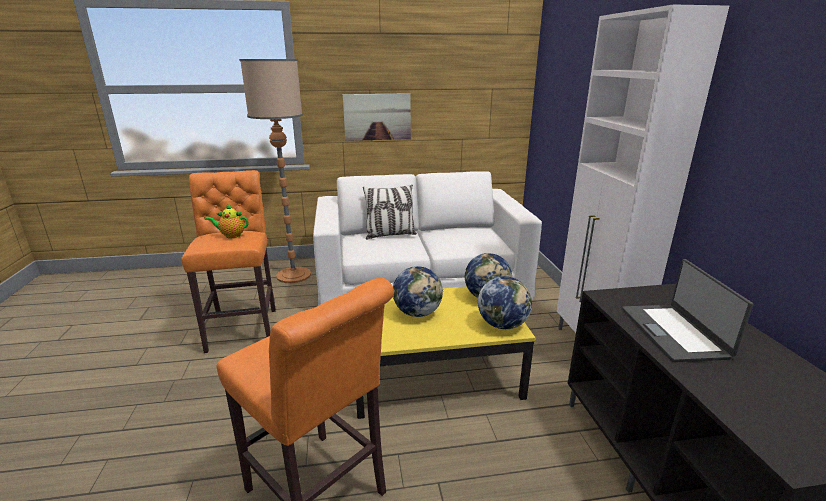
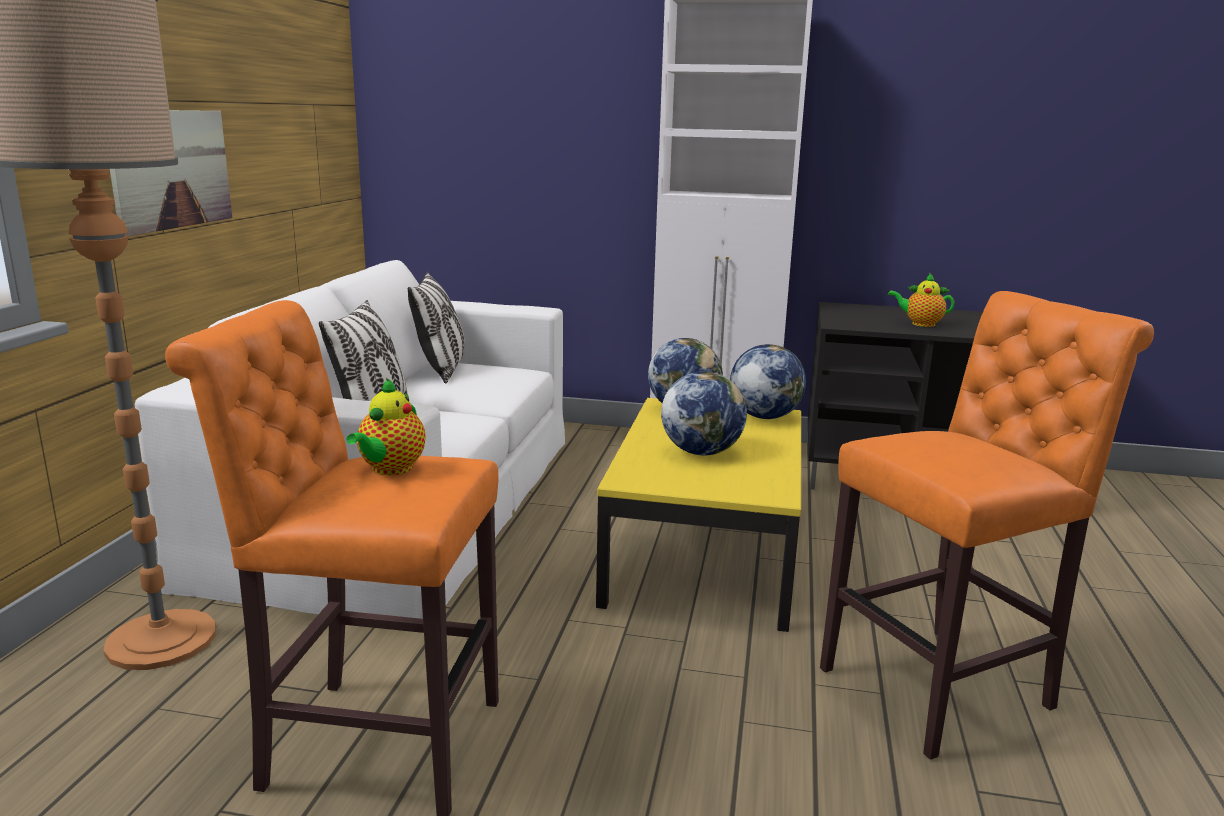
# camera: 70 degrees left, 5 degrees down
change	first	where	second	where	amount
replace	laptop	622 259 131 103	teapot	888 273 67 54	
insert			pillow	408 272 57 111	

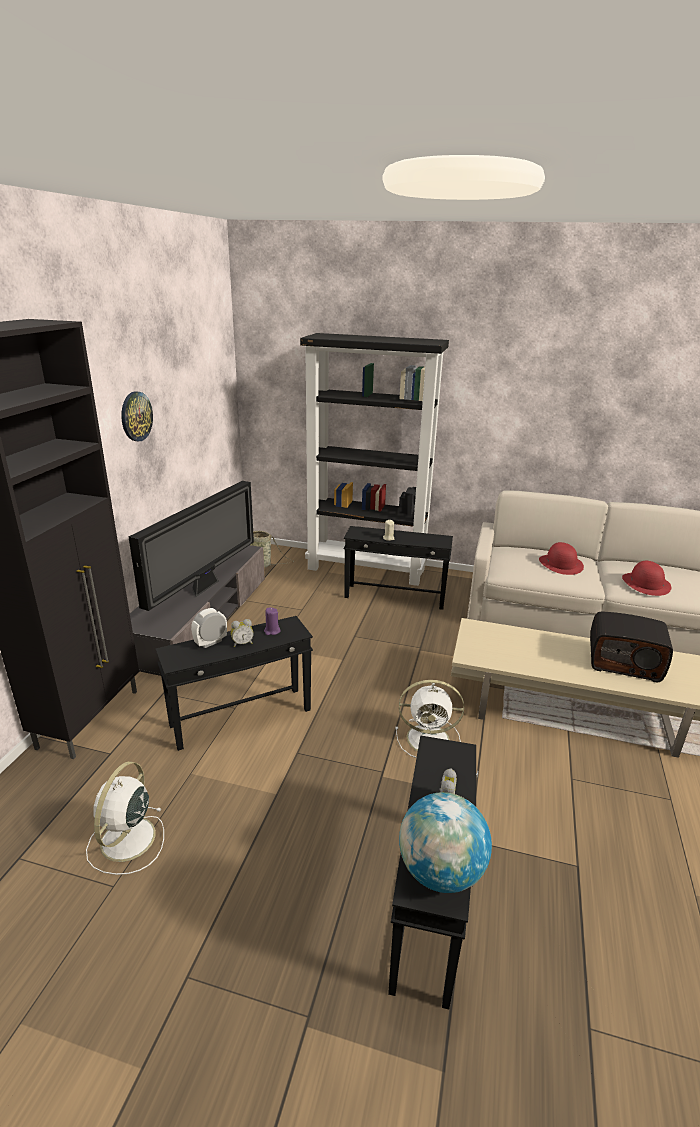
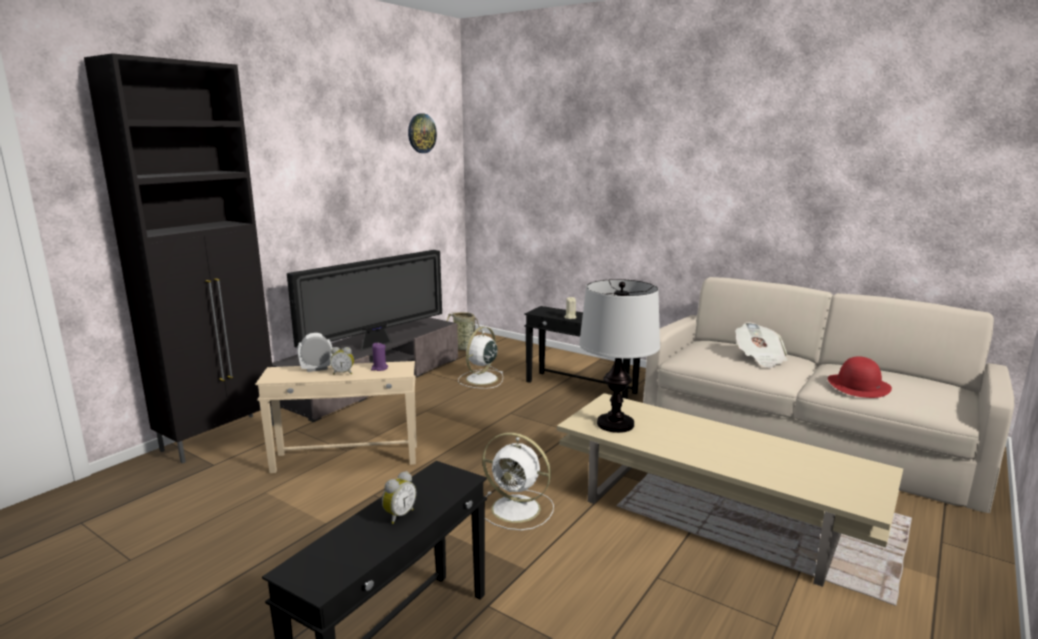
# camera: 20 degrees right, 10 degrees down
change	first	where	second	where	amount
delete	bookcase (black)	300 333 149 253			
move	wall clock	121 391 32 50		408 113 29 40	
replace	hat (red)	539 542 45 33	newspaper	735 322 53 46	
delete	radio	590 612 83 70			
recolor	side table (black)	156 616 157 135	side table (beige)	255 361 162 112	
move	fan (white)	86 762 78 113		458 326 45 63	
delete	globe	399 792 93 101			
insert			table lamp	579 279 81 154	

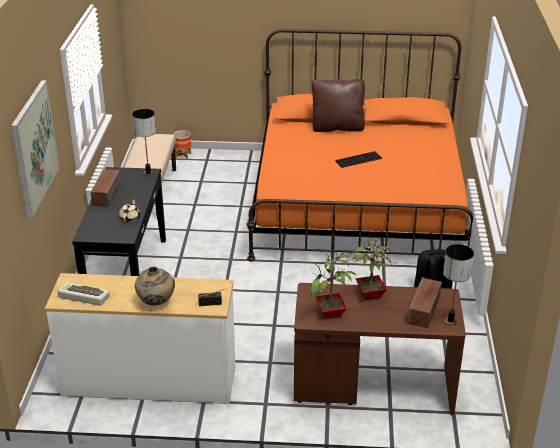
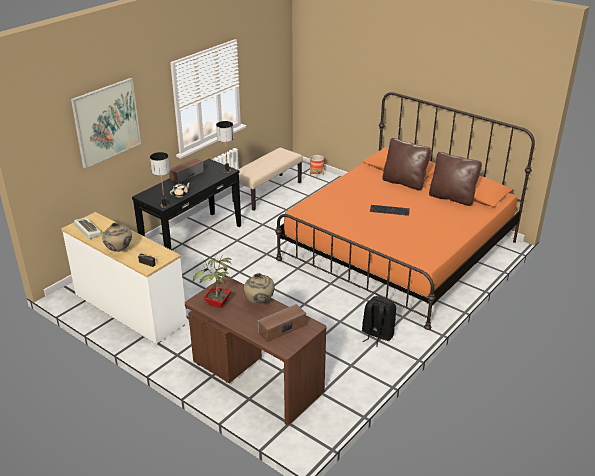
# camera: 35 degrees right, 0 degrees up
change	first	where	second	where	amount
replace	potted plant	351 233 41 67	vase (beige)	243 273 32 31	
move	table lamp	443 244 31 82		150 152 20 56	
insert			pillow (brown)	429 152 53 54	

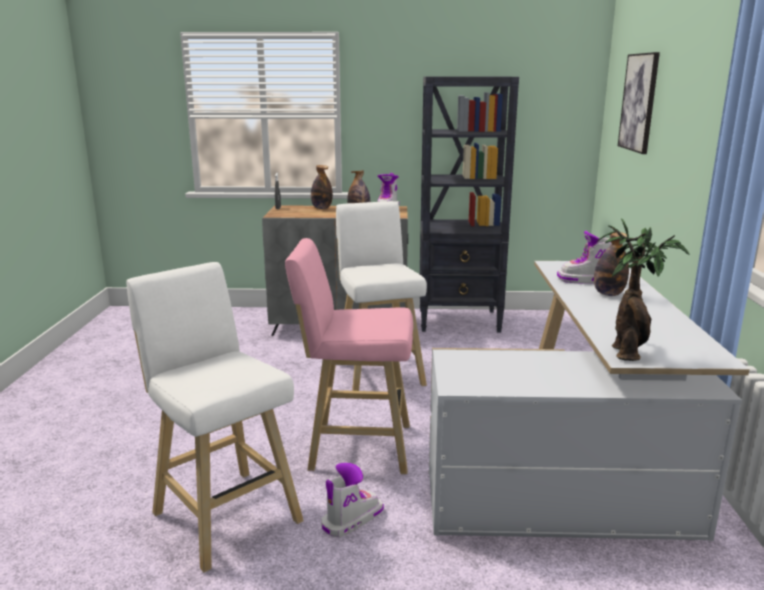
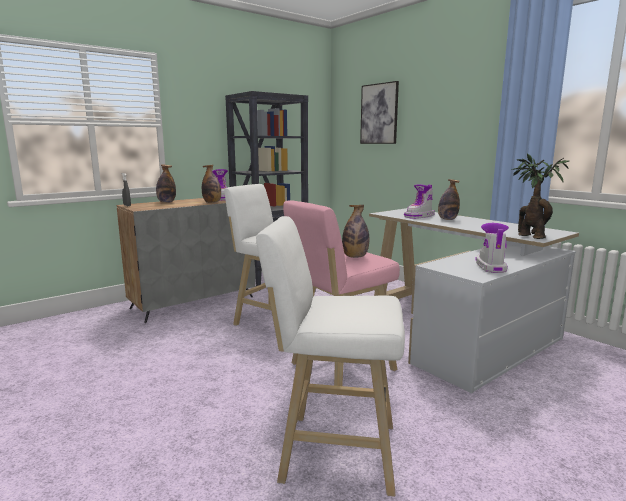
# camera: 40 degrees left, 5 degrees down
change	first	where	second	where	amount
move	boot	321 463 63 74		475 223 34 50	
insert			bottle	342 205 28 53	

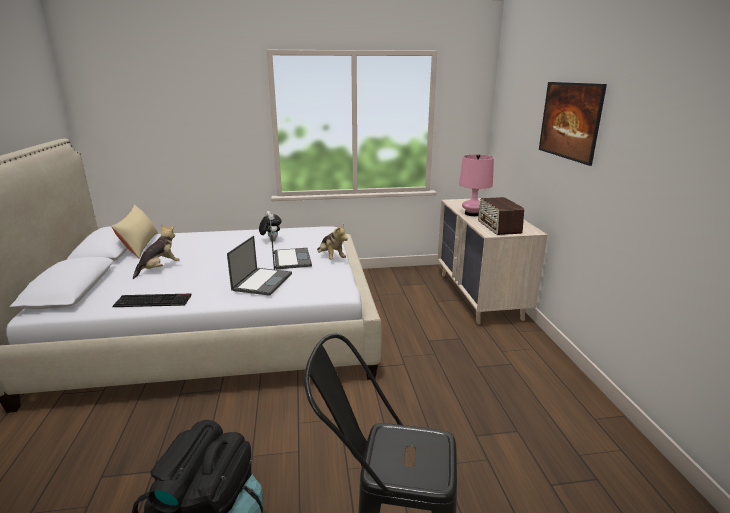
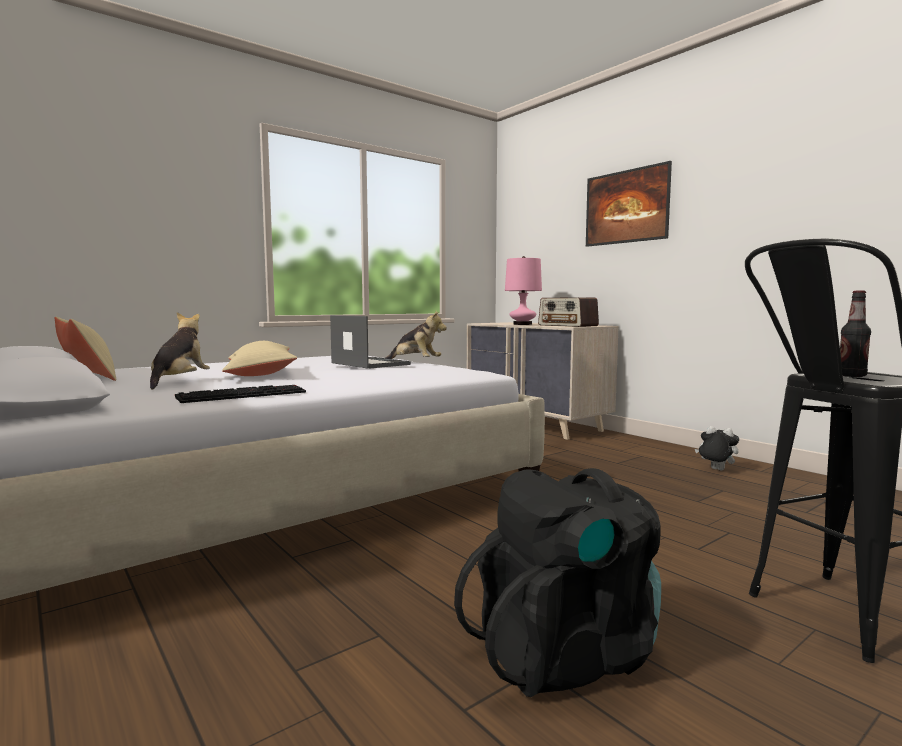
# camera: 30 degrees left, 15 degrees down
change	first	where	second	where	amount
move	plush toy	259 211 23 30		695 426 44 44	
delete	laptop	227 236 65 60			
insert			bottle	840 291 31 86	
insert			pillow (beige)	222 341 75 35	

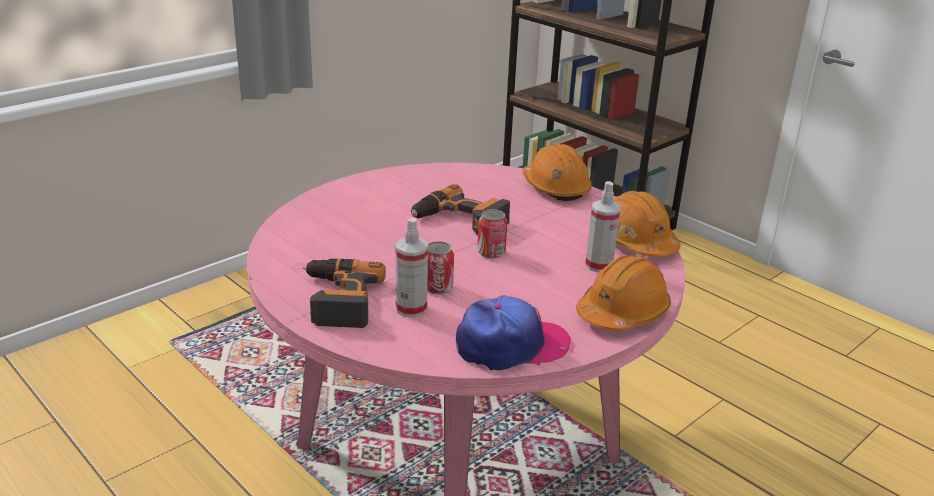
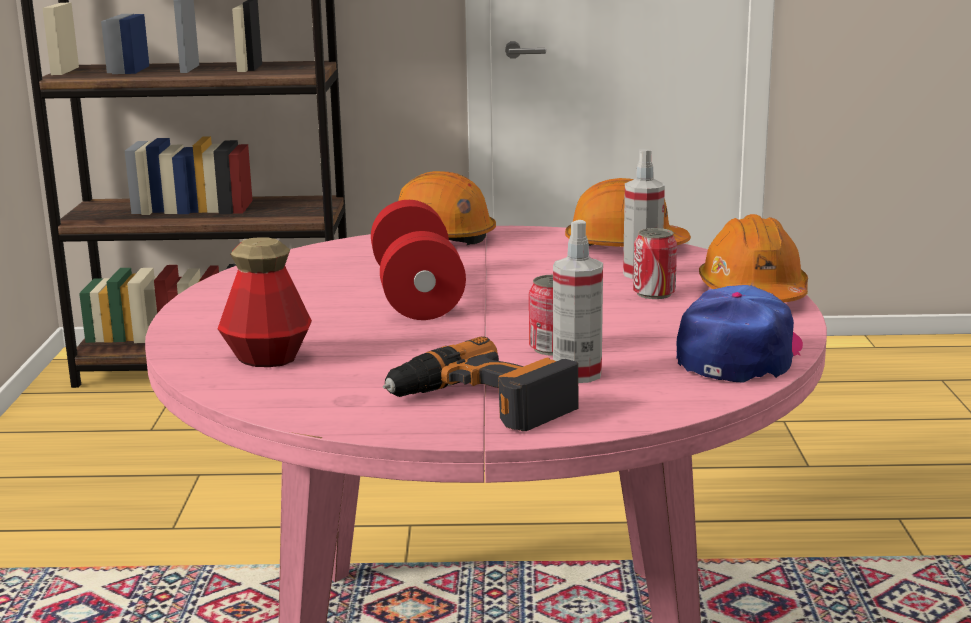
# camera: 45 degrees left, 10 degrees down
change	first	where	second	where	amount
replace	power drill	411 184 99 51	dumbbell (red)	371 200 95 120	
move	can	477 209 31 50		633 228 44 71	
insert			bottle	218 237 94 130	

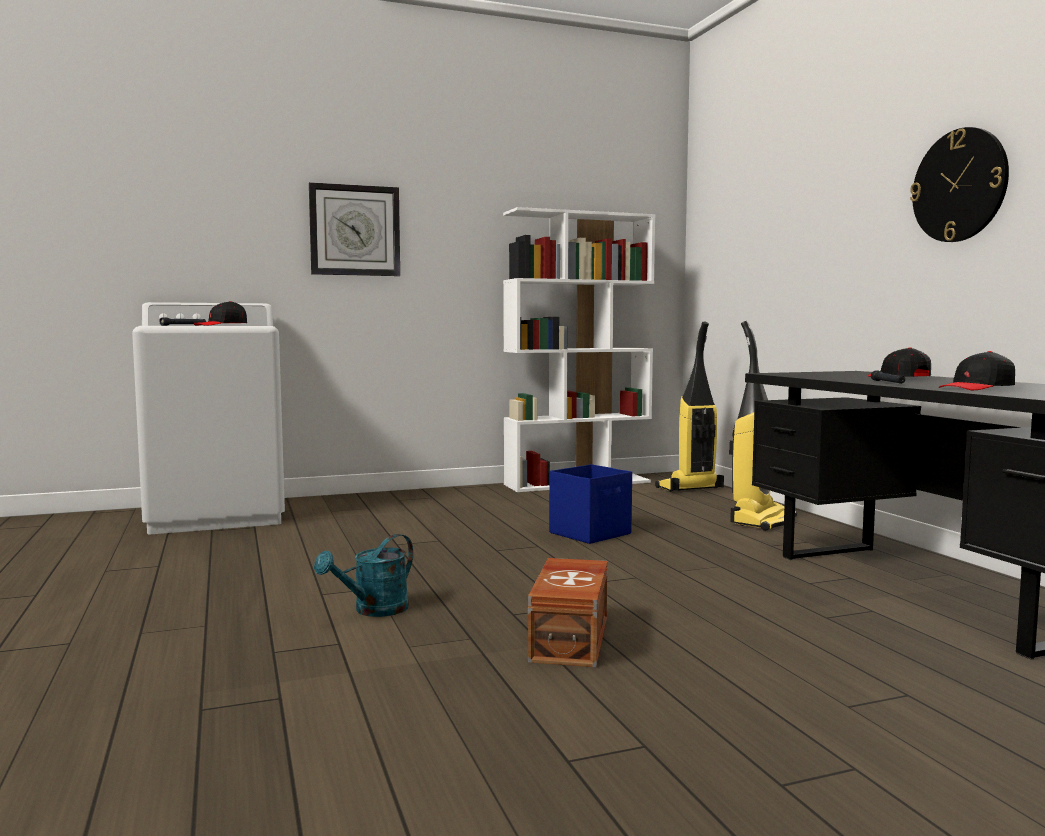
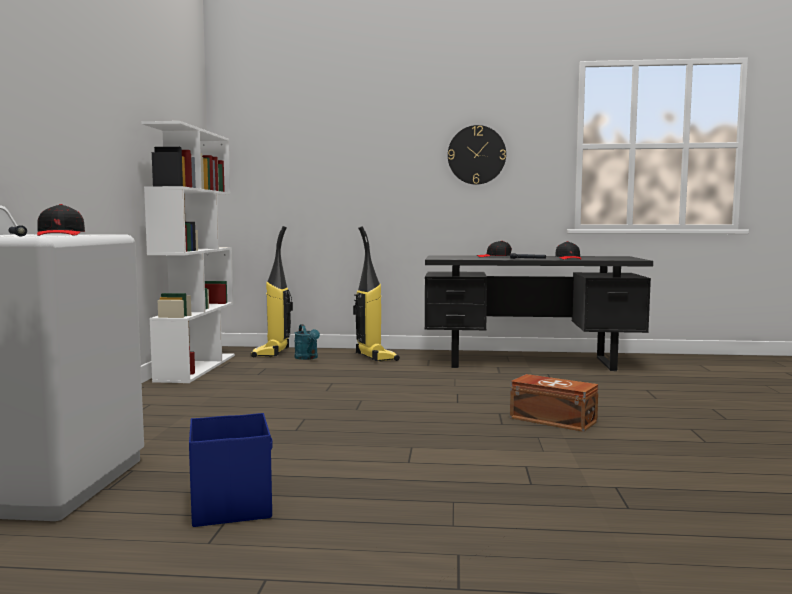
# camera: 65 degrees left, 0 degrees up
change	first	where	second	where	amount
delete	wall clock	309 182 91 94			
move	storage box (blue)	549 464 83 80		189 413 84 114	
move	watering can (turquoise)	314 534 99 83		294 324 26 36	

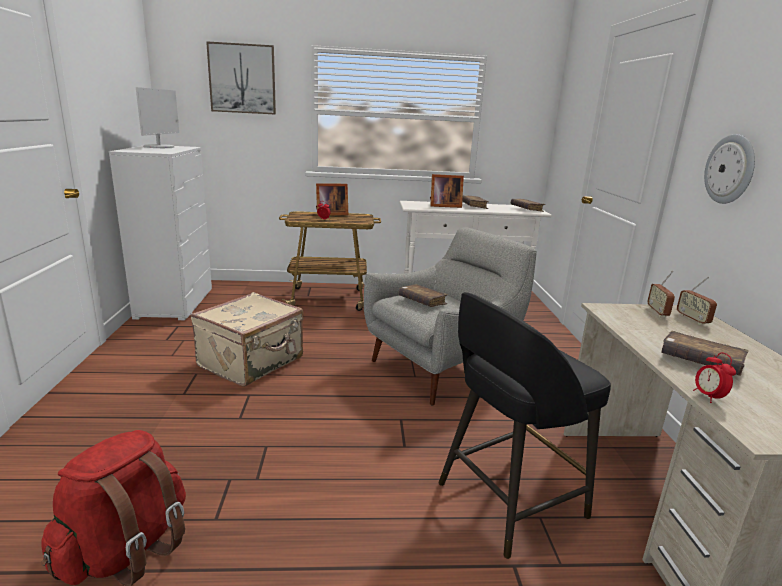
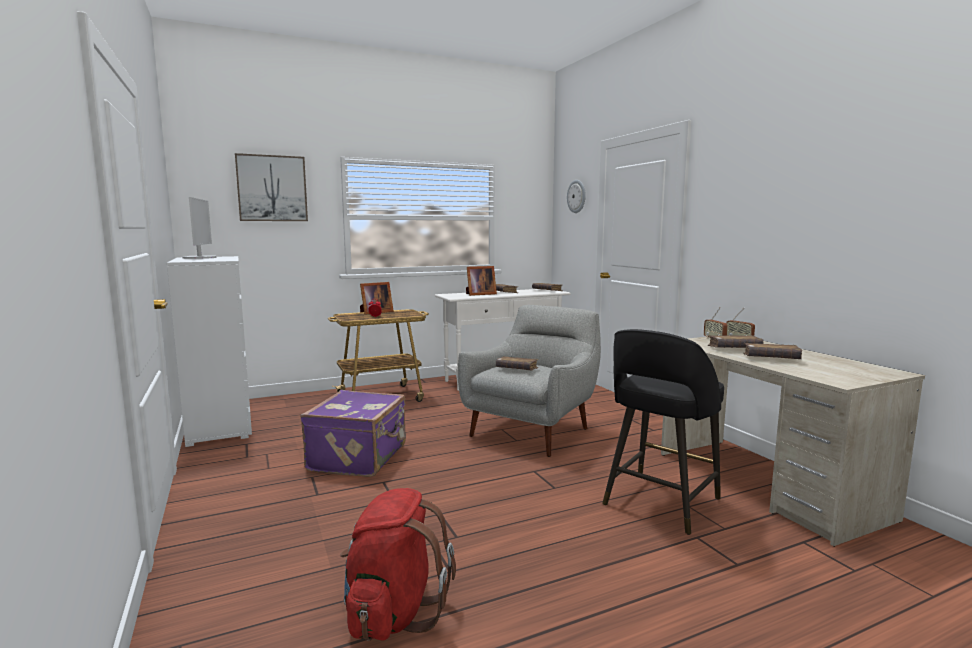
# camera: 20 degrees left, 10 degrees down
change	first	where	second	where	amount
move	wall clock	704 134 51 70		567 180 19 33	
recolor	suitcase (beige)	190 292 113 94	suitcase (purple)	300 390 106 87	
delete	alarm clock	693 352 43 51			
insert			book (brown)	708 335 55 13	

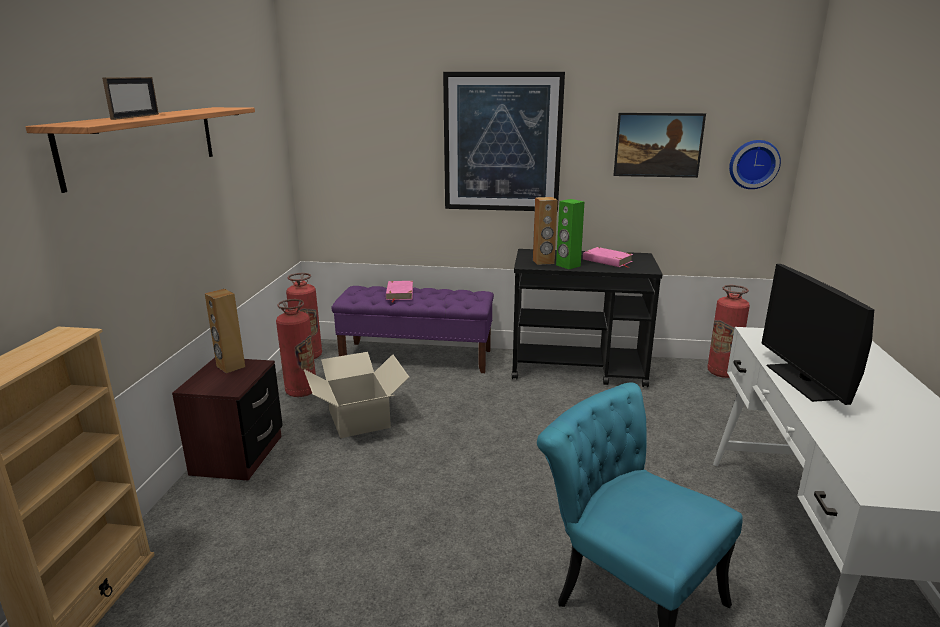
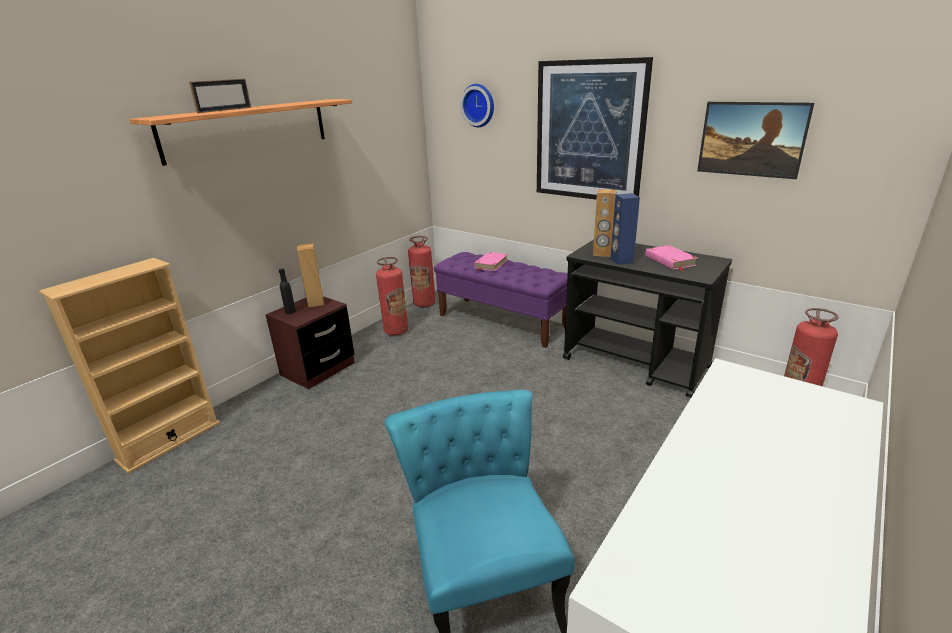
# camera: 30 degrees right, 5 degrees up
change	first	where	second	where	amount
move	wall clock	729 140 52 49		460 84 34 43	
recolor	speaker (green)	556 199 28 70	speaker (blue)	610 193 30 72	
delete	monitor	761 264 113 141			
delete	cardboard box	304 352 105 86			
insert			bottle (black)	279 269 17 45	

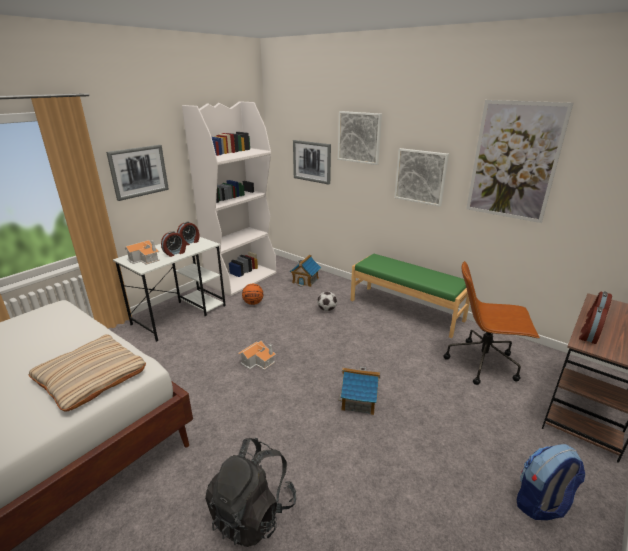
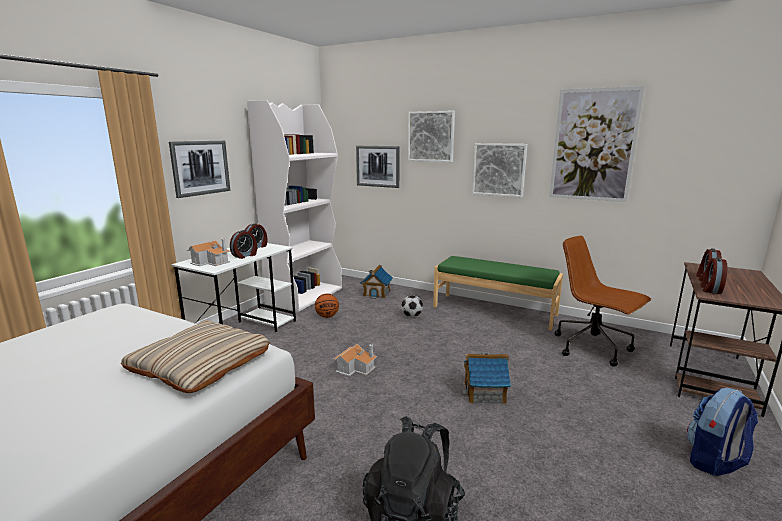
# camera: 10 degrees left, 10 degrees down
change	first	where	second	where	amount
rotate	office chair (brown)	443 261 97 124		555 236 96 131	45 degrees clockwise

